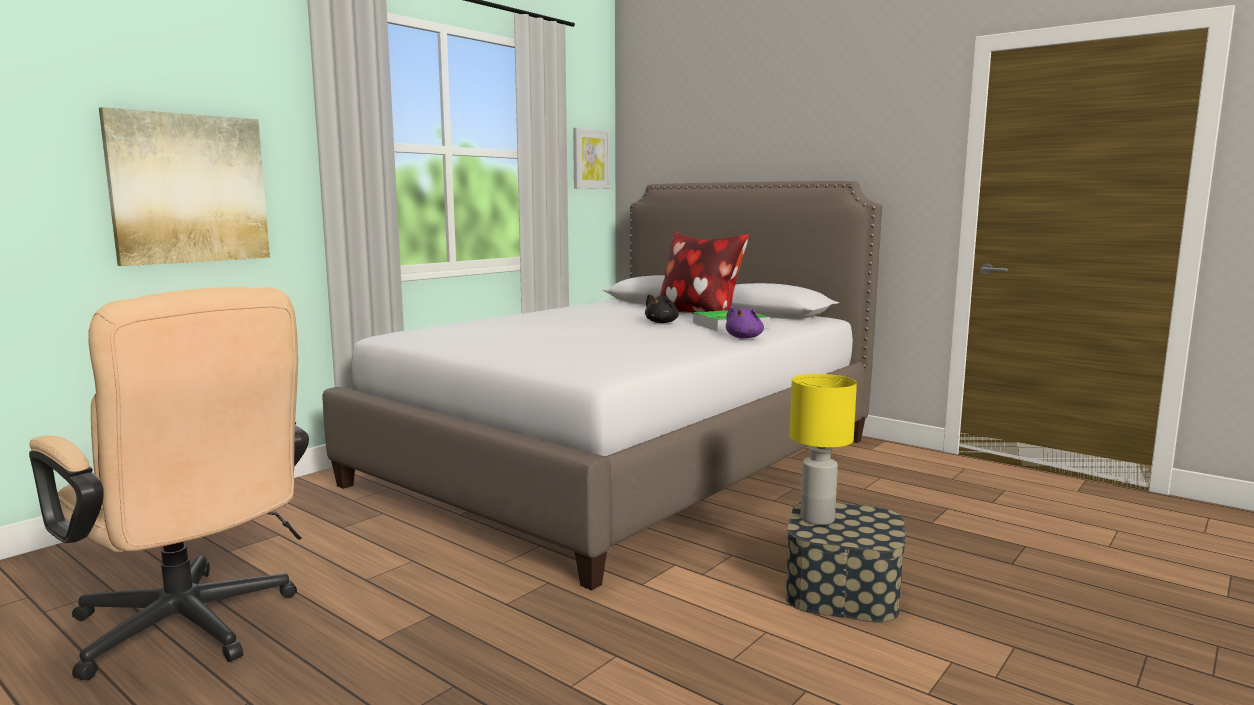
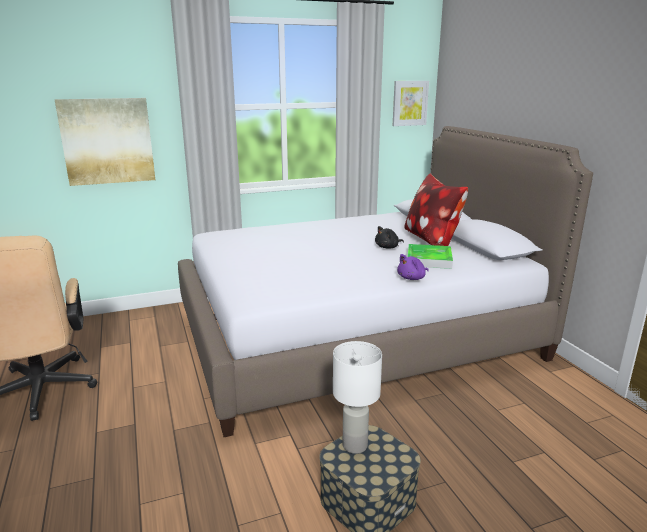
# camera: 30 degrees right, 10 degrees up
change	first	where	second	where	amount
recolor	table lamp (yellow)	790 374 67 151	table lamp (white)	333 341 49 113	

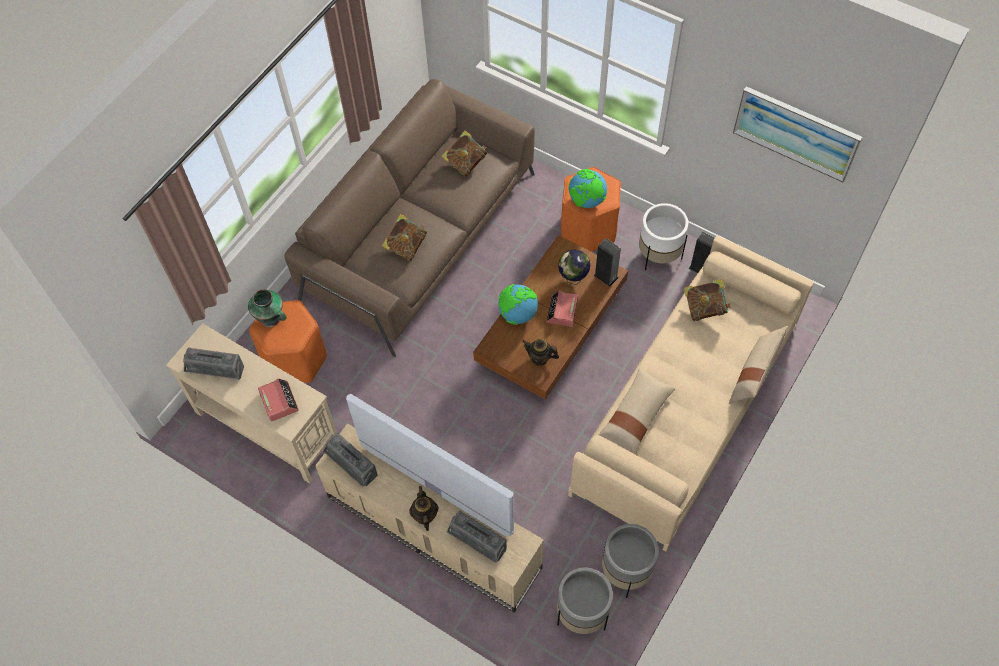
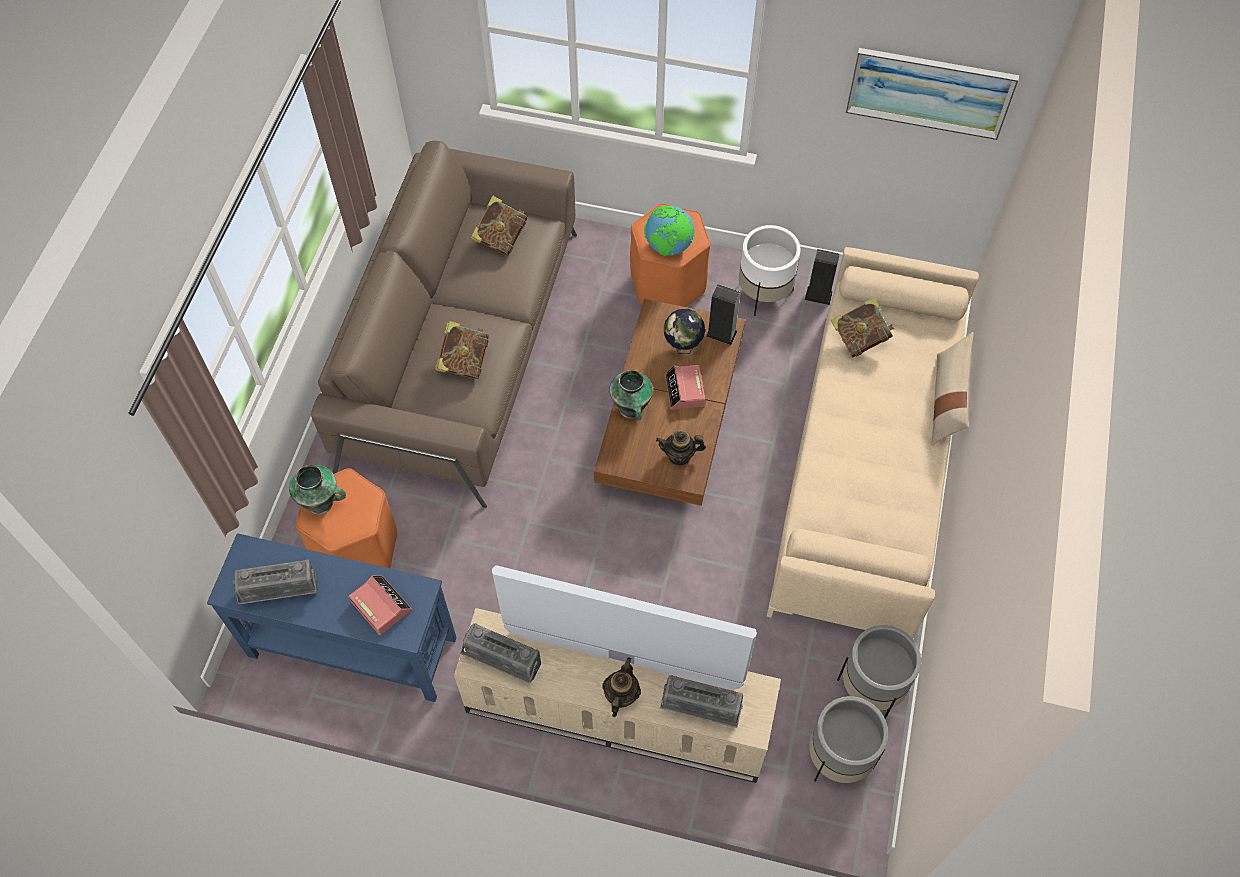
# camera: 20 degrees left, 0 degrees up
change	first	where	second	where	amount
replace	globe	498 284 40 41	vase	609 370 44 50	
recolor	console table (beige)	166 323 171 160	console table (blue)	207 533 250 169	
delete	pillow (beige)	598 367 78 88			
rotate	teapot	409 486 30 45		602 657 39 60	45 degrees clockwise

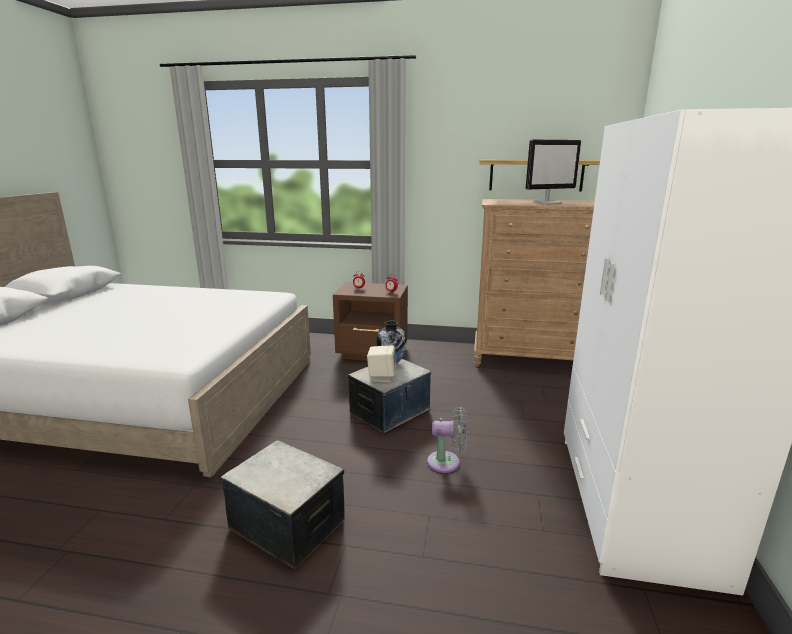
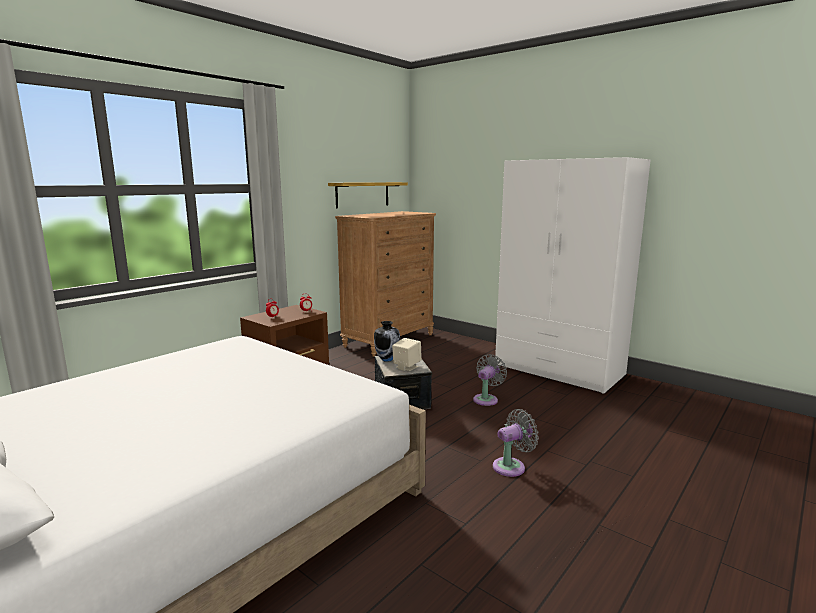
# camera: 60 degrees left, 5 degrees down
change	first	where	second	where	amount
delete	monitor	526 140 55 65			
replace	storage box	220 440 125 129	fan (grey)	493 409 46 68	

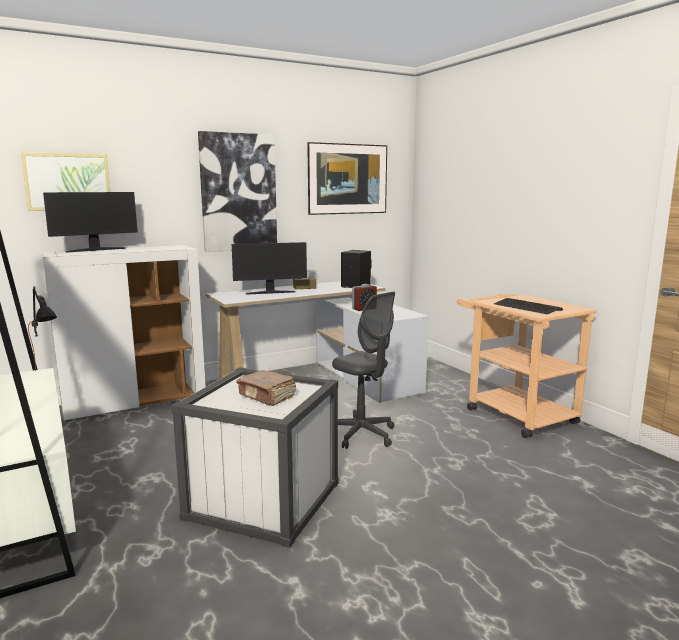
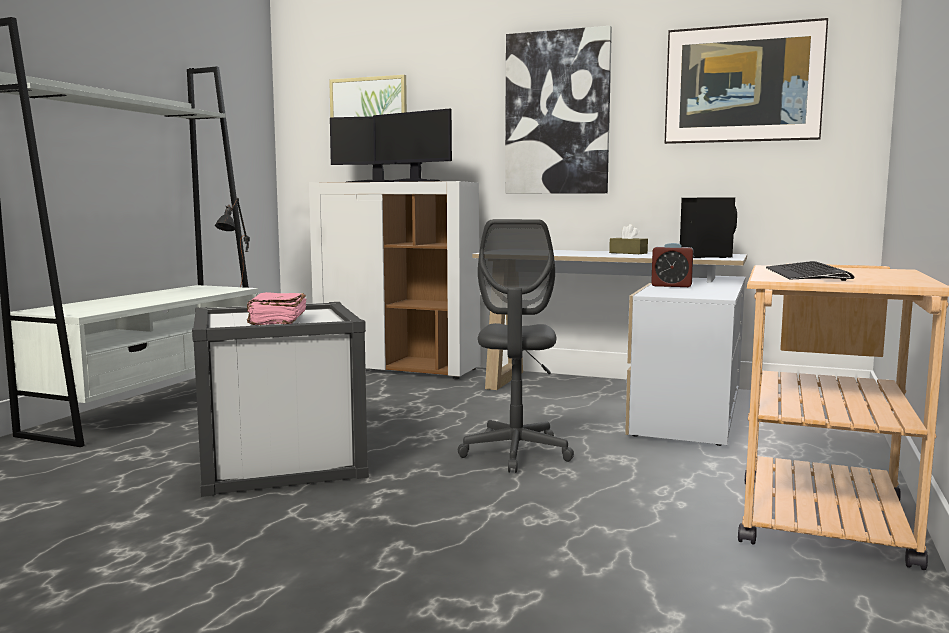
# camera: 50 degrees right, 5 degrees down
change	first	where	second	where	amount
move	monitor	232 242 75 53		373 109 79 73	
recolor	book (brown)	236 370 60 36	book (pink)	247 292 59 33	

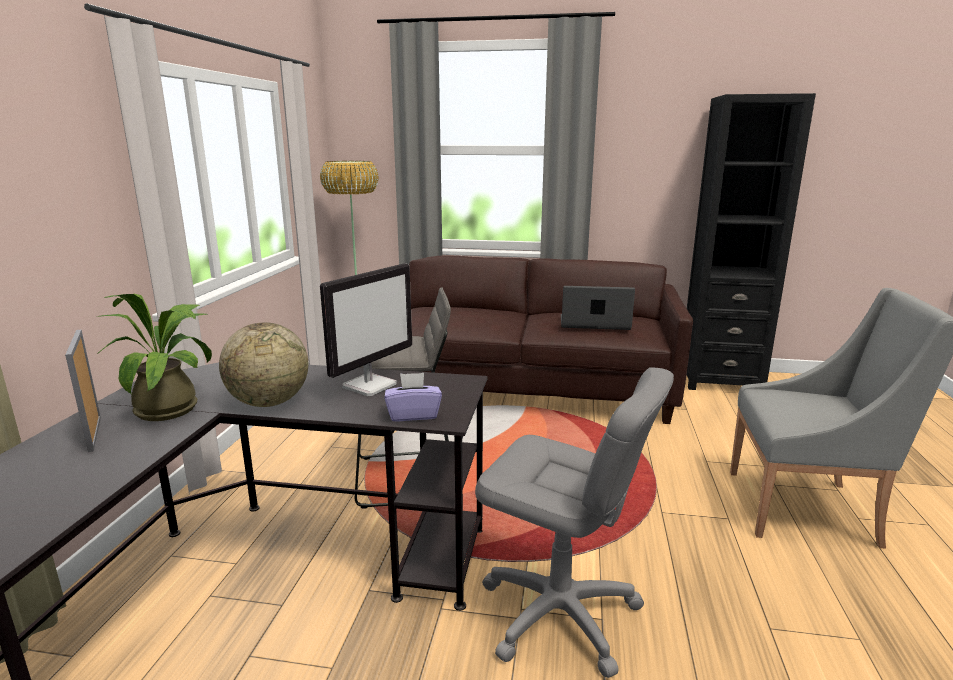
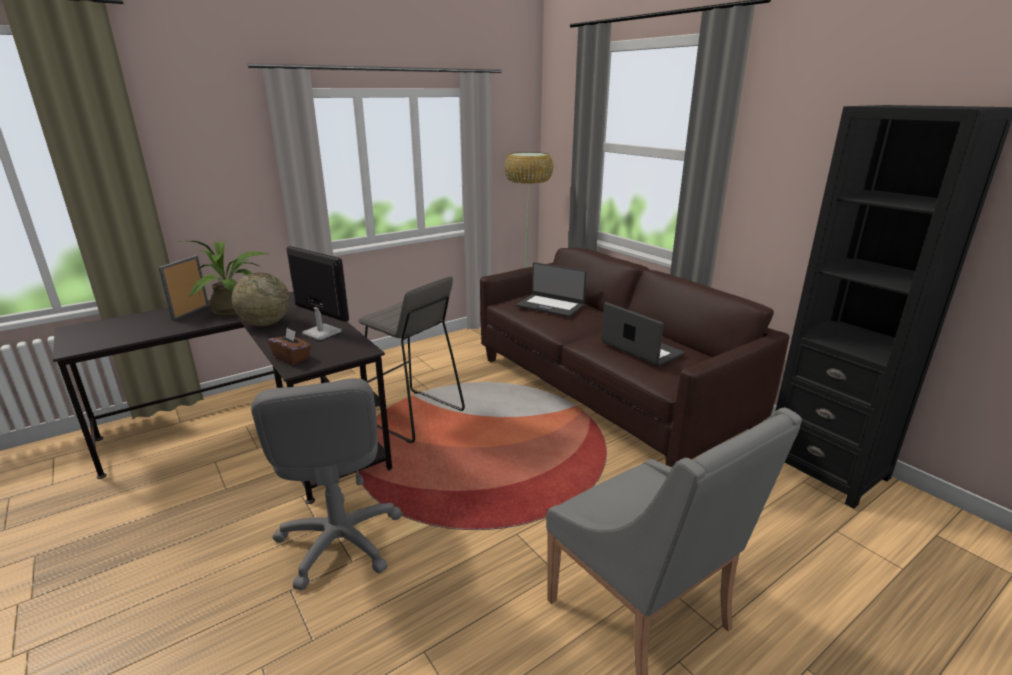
# camera: 45 degrees right, 5 degrees up
change	first	where	second	where	amount
rotate	monitor	320 263 92 133		286 246 63 94	135 degrees counterclockwise
recolor	tissue box (purple)	385 373 57 48	tissue box (brown)	268 328 43 37	
insert			laptop	516 262 71 55	

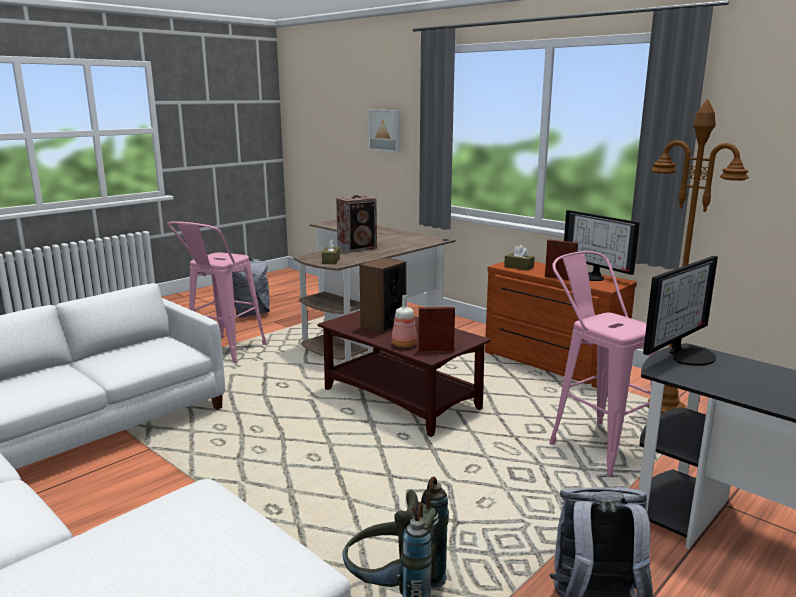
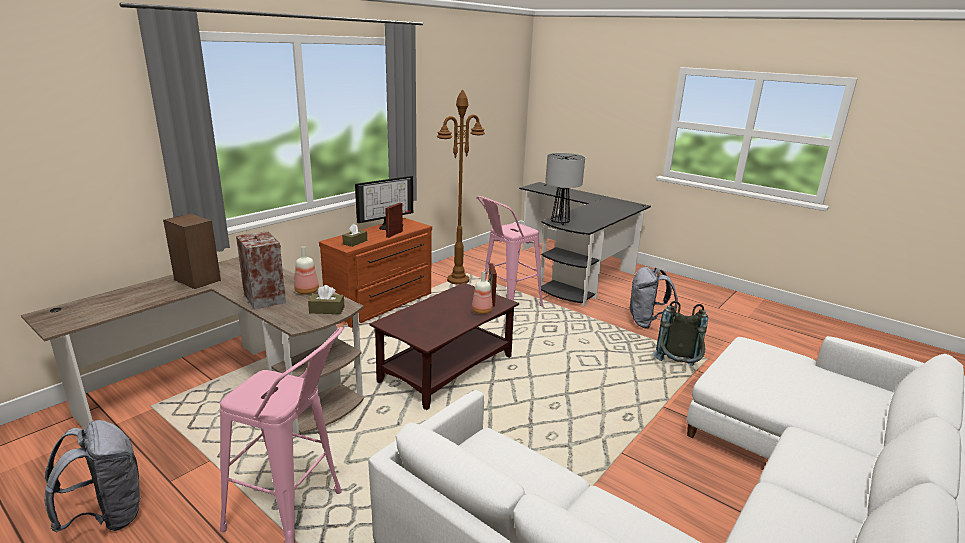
# camera: 95 degrees left, 5 degrees up
change	first	where	second	where	amount
delete	picture	368 110 32 42			
replace	monitor	643 256 75 110	table lamp	545 153 40 72	
move	speaker	359 257 47 77		163 214 58 75	
insert			bottle	294 246 25 49	

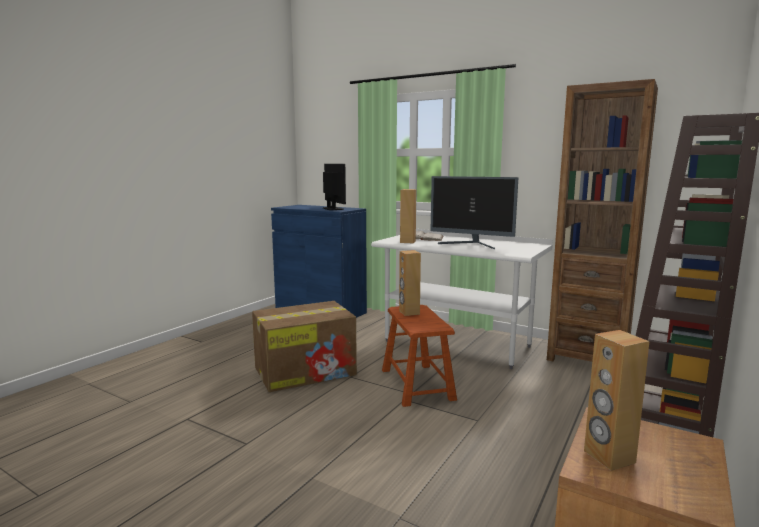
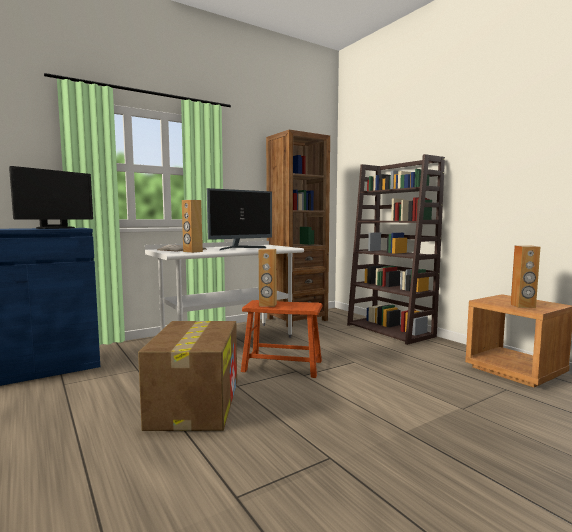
# camera: 65 degrees left, 5 degrees down
change	first	where	second	where	amount
rotate	monitor	323 164 23 46		9 166 84 63	120 degrees clockwise

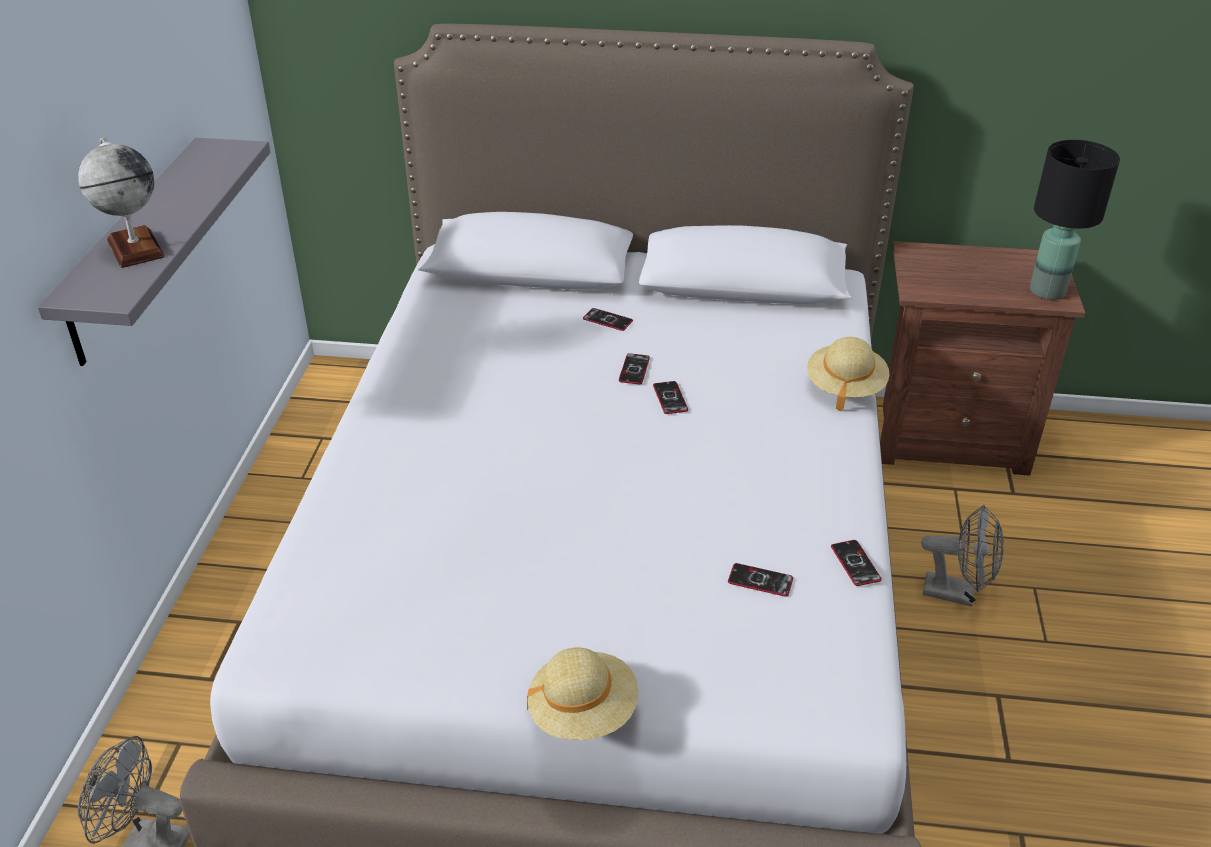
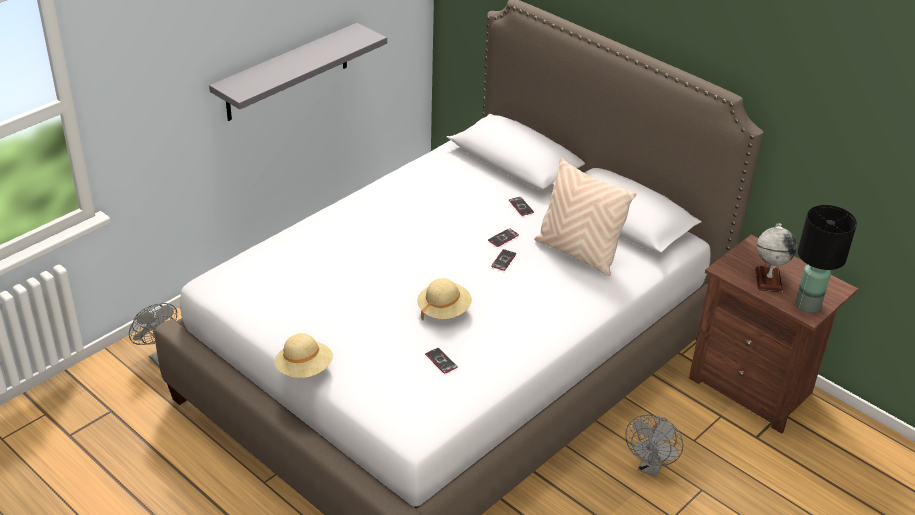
# camera: 35 degrees right, 0 degrees up
change	first	where	second	where	amount
move	globe	78 137 87 131		755 223 42 69	
move	hat (beige)	807 337 82 74		417 278 55 43	
rotate	fan (grey)	921 505 83 102		625 414 58 63	60 degrees clockwise
delete	phone	831 540 51 46			
insert			pillow (beige)	535 158 102 118	

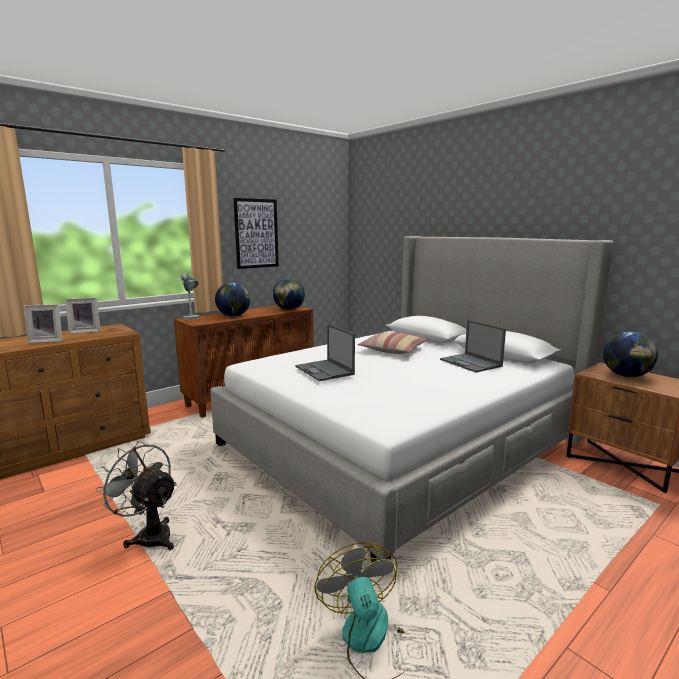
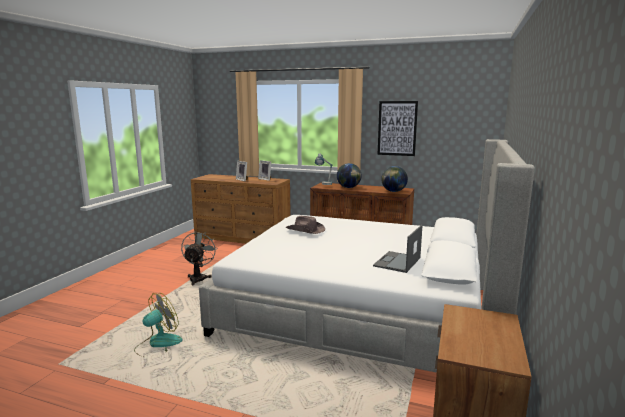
# camera: 60 degrees right, 0 degrees up
change	first	where	second	where	amount
replace	laptop	295 324 60 57	hat (brown)	285 216 40 18	
delete	globe	603 331 55 46			
delete	pillow	358 332 70 22			

